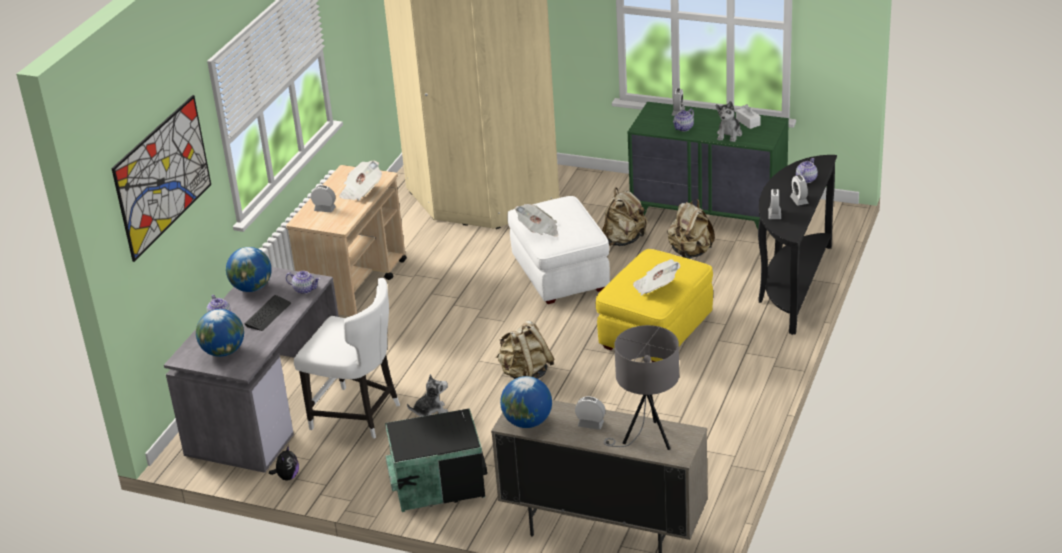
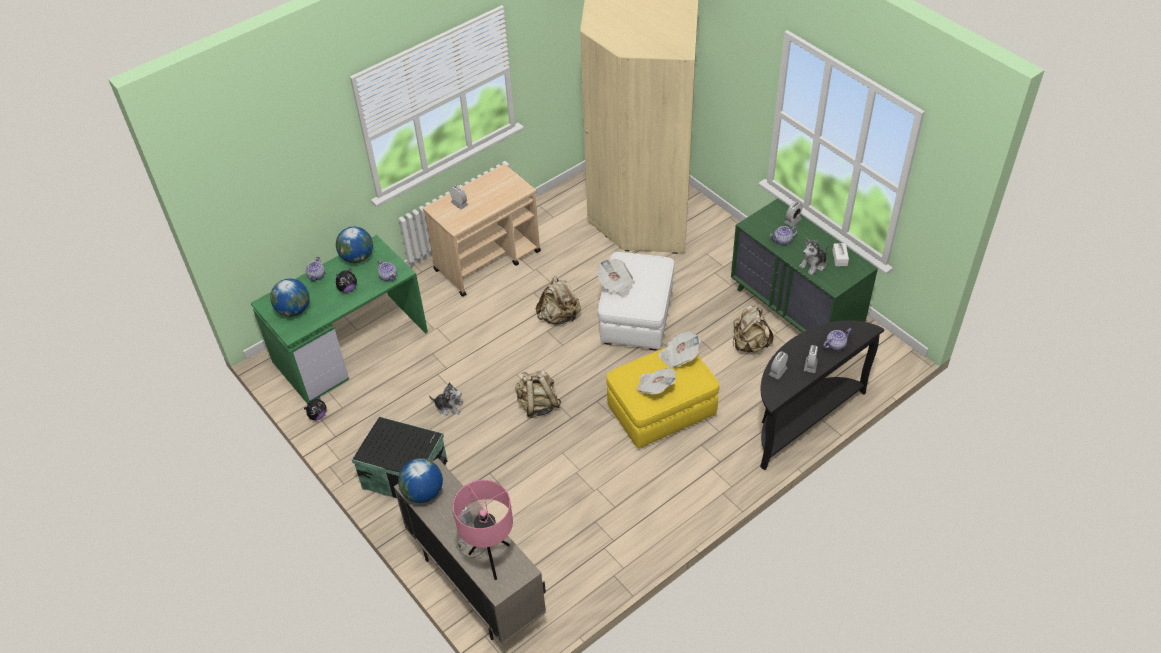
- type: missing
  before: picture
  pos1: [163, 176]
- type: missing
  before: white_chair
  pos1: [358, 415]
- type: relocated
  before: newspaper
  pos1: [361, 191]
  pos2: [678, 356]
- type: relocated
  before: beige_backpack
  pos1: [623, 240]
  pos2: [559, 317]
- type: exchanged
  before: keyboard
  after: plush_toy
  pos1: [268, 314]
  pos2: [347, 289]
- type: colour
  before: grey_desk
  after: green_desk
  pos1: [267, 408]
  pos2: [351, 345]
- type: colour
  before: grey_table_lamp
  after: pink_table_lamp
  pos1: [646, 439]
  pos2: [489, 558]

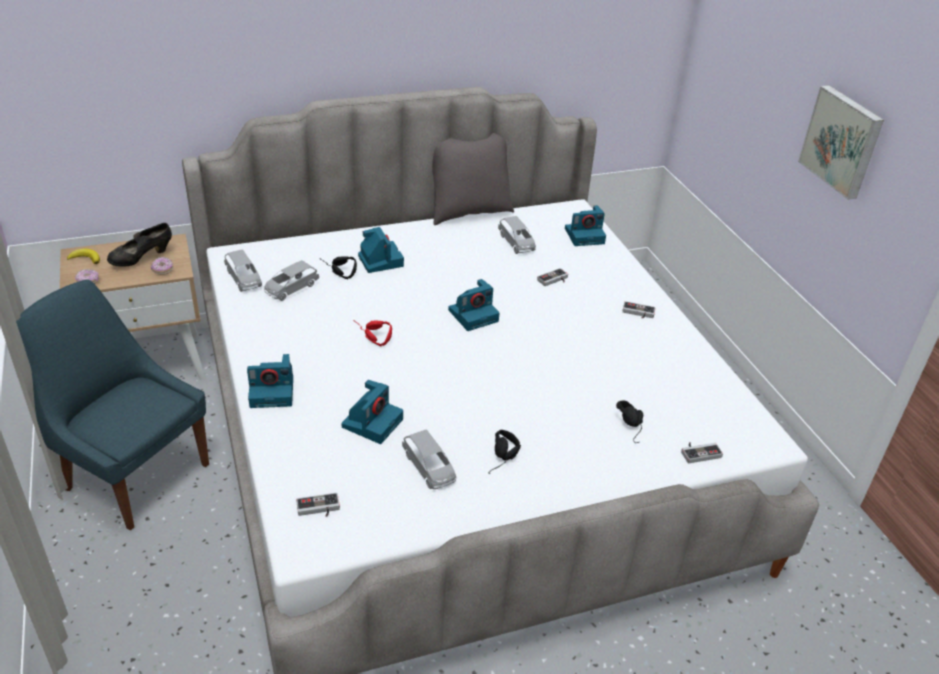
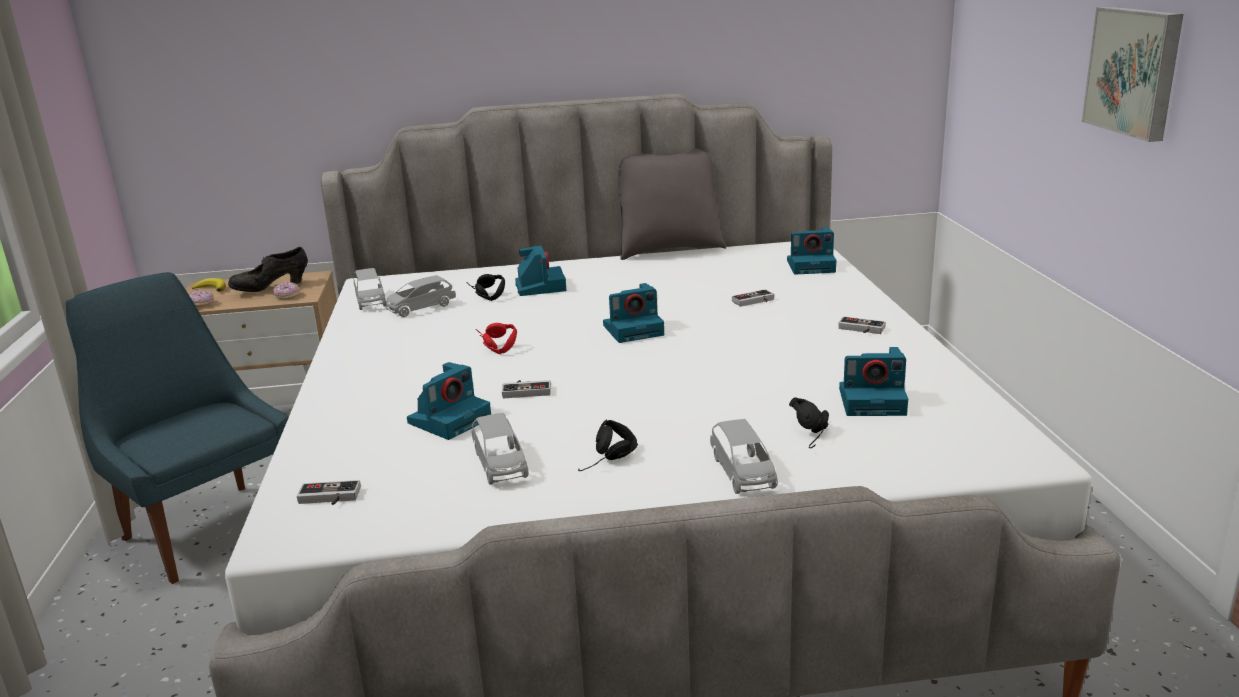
- type: relocated
  before: photo_camera
  pos1: [273, 391]
  pos2: [873, 401]
- type: relocated
  before: grey_toy_car
  pos1: [516, 243]
  pos2: [743, 473]
- type: relocated
  before: game_controller
  pos1: [699, 452]
  pos2: [527, 390]

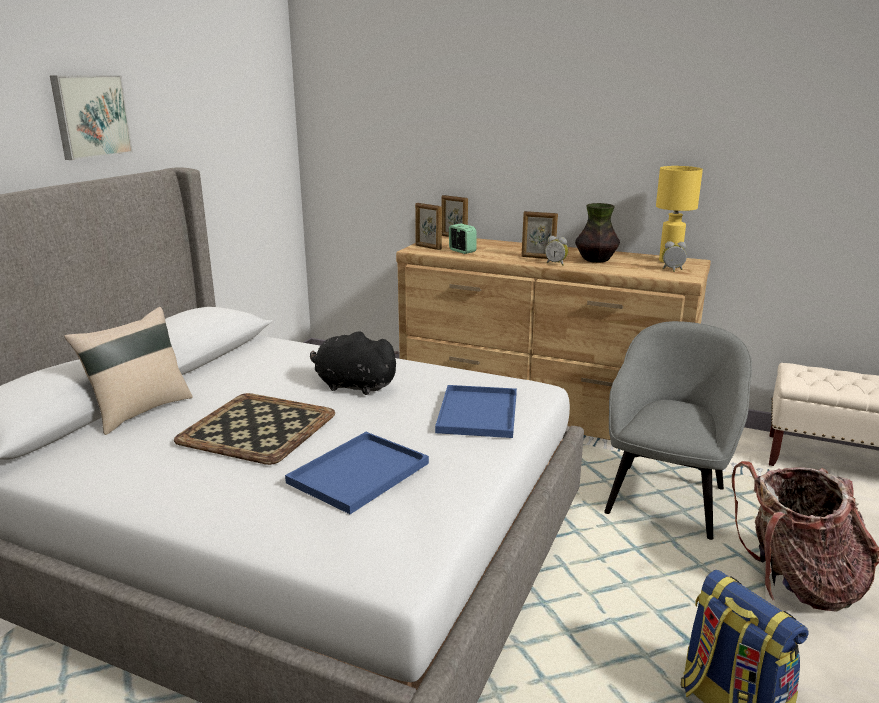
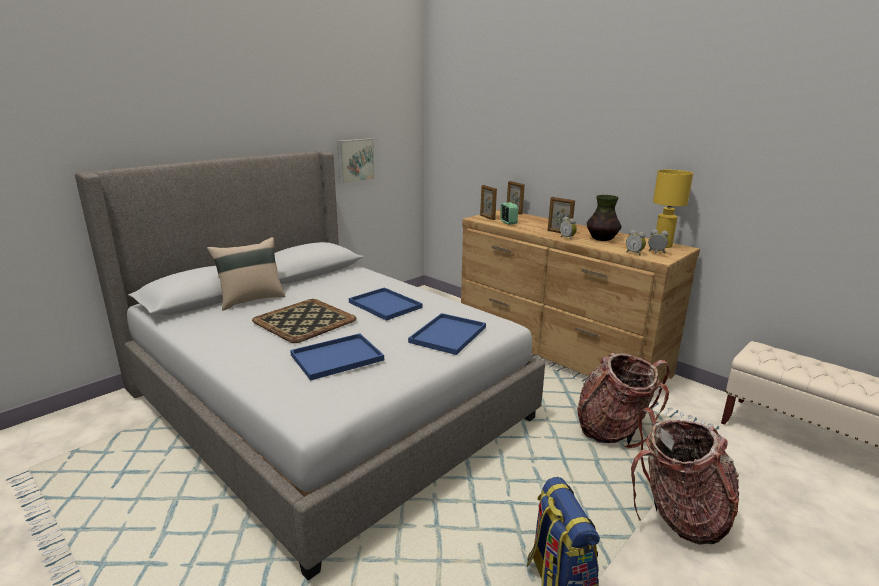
- type: appeared
  after: alarm_clock
  pos2: [634, 253]
- type: relocated
  before: picture
  pos1: [90, 116]
  pos2: [355, 160]
- type: exchanged
  before: black_plush_toy
  after: blue_tray
  pos1: [352, 386]
  pos2: [383, 304]
- type: exchanged
  before: grey_armchair
  after: backpack
  pos1: [666, 498]
  pos2: [613, 429]

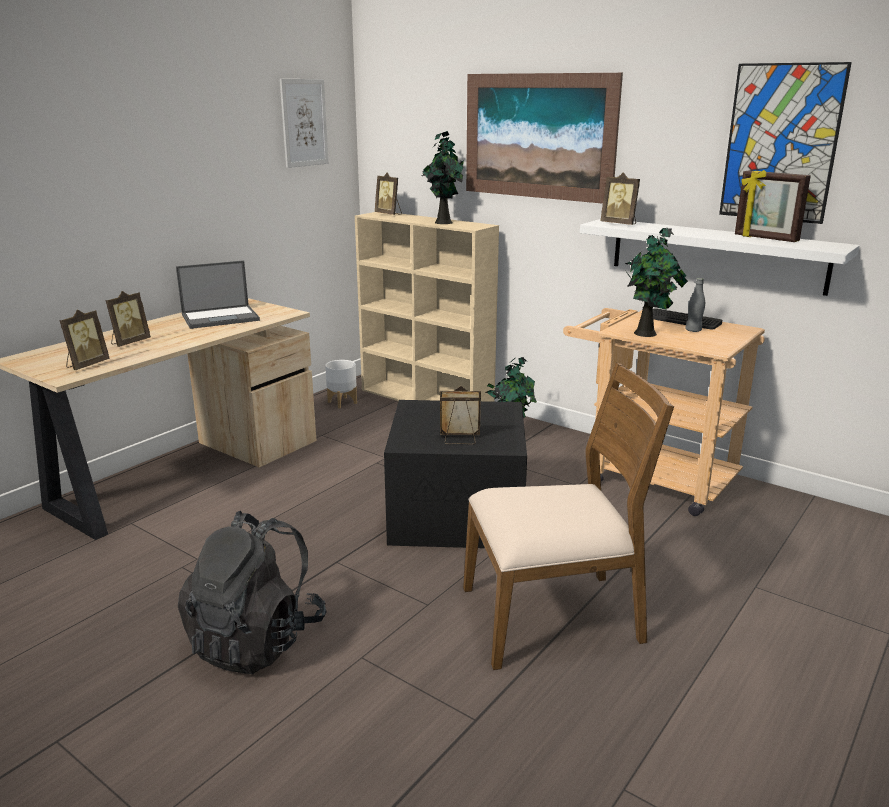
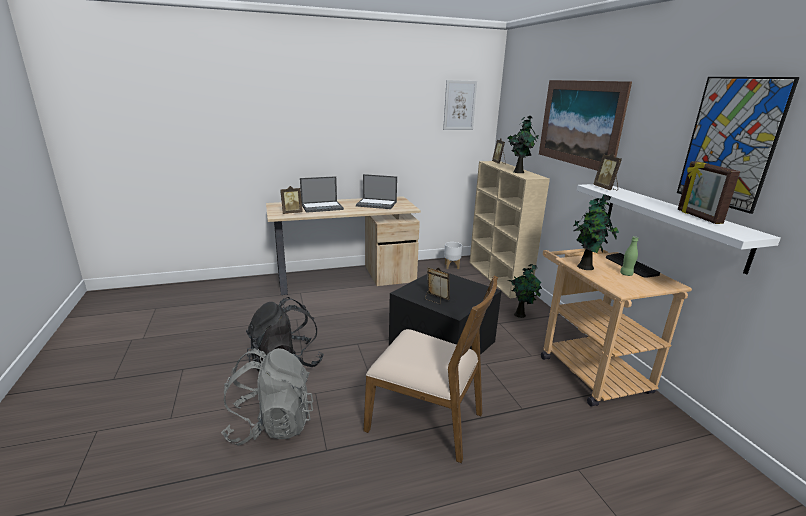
- type: appeared
  after: grey_backpack
  pos2: [271, 425]
- type: exchanged
  before: picture_frame
  after: laptop
  pos1: [129, 342]
  pos2: [322, 207]
- type: colour
  before: grey_bottle
  after: green_bottle
  pos1: [693, 330]
  pos2: [626, 274]

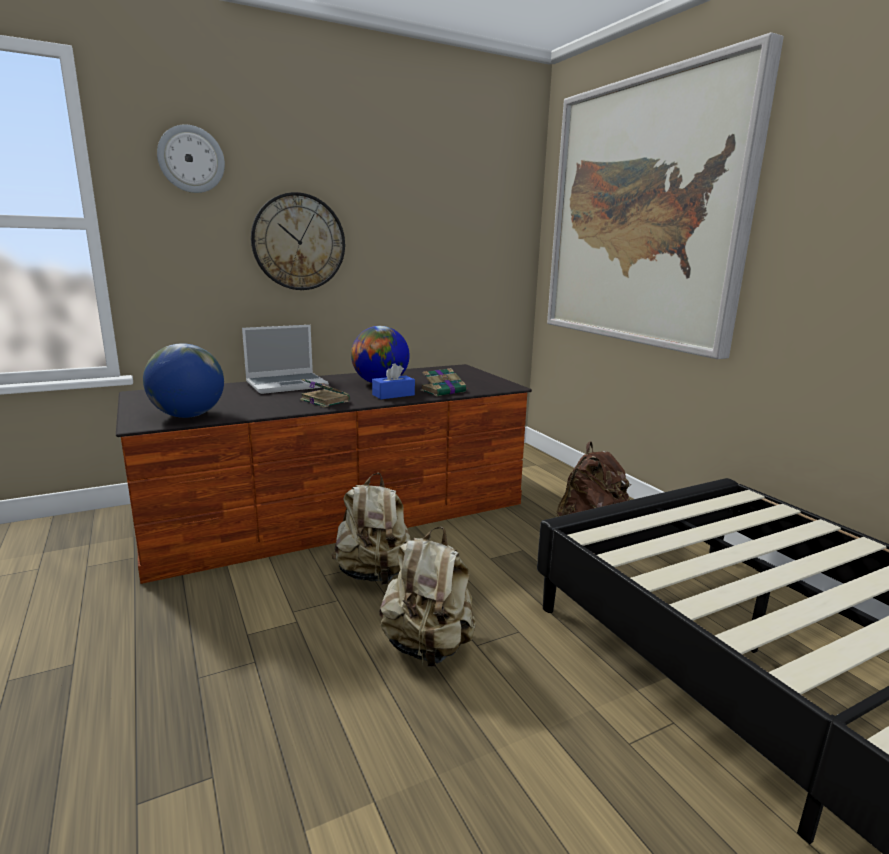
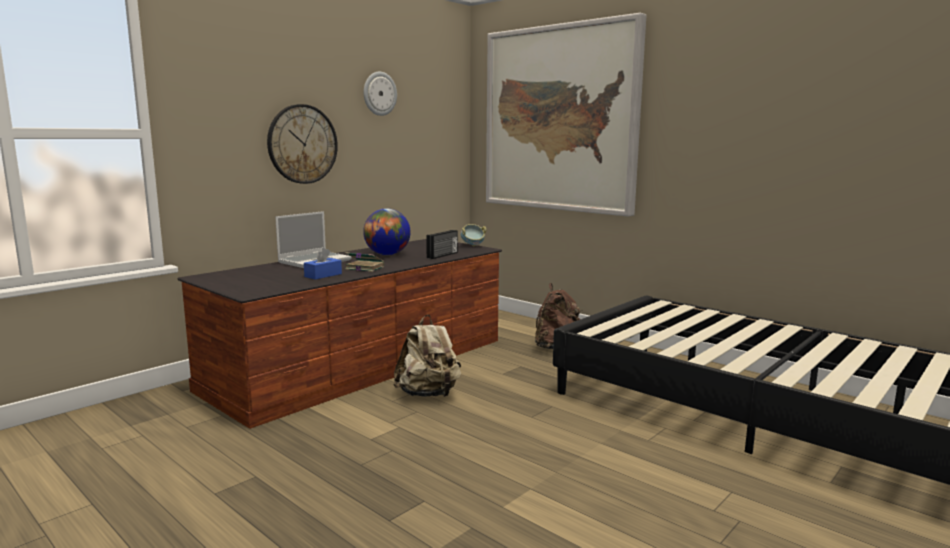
- type: missing
  before: globe
  pos1: [188, 416]
- type: missing
  before: beige_backpack
  pos1: [428, 647]
- type: appeared
  after: bowl
  pos2: [472, 246]
- type: relocated
  before: wall_clock
  pos1: [191, 159]
  pos2: [379, 93]
- type: relocated
  before: blue_tissue_box
  pos1: [393, 395]
  pos2: [323, 275]
- type: exchanged
  before: book
  after: radio
  pos1: [444, 391]
  pos2: [443, 255]

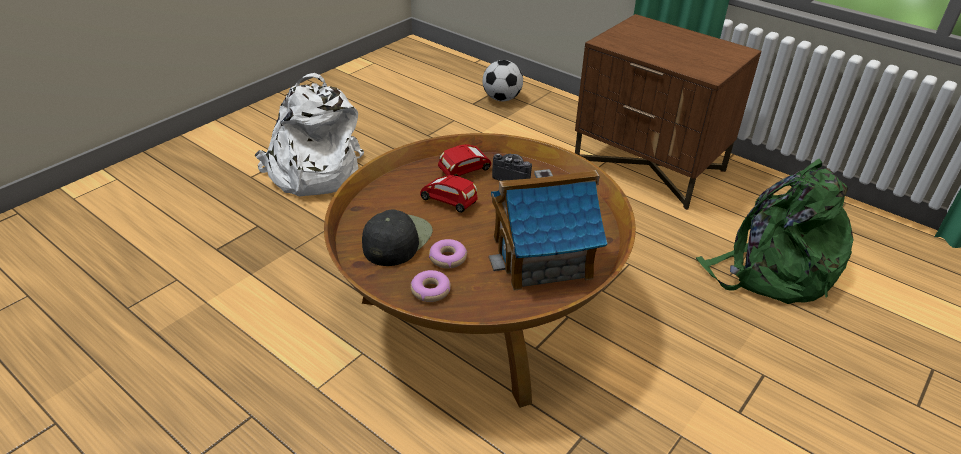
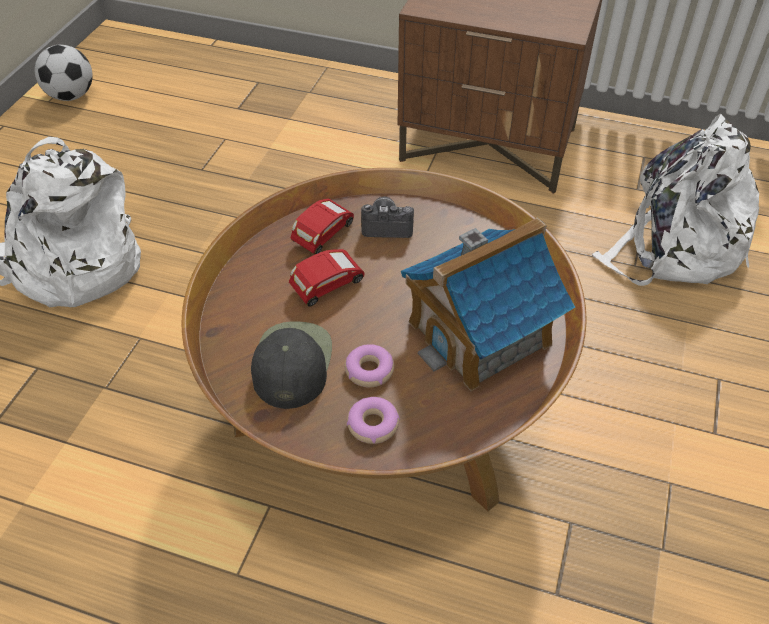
- type: relocated
  before: football
  pos1: [502, 98]
  pos2: [71, 96]
- type: colour
  before: green_backpack
  after: white_backpack
  pos1: [772, 270]
  pos2: [674, 246]
- type: spun
  before: red_toy_car
  pos1: [449, 202]
  pos2: [328, 287]
  turn: 135

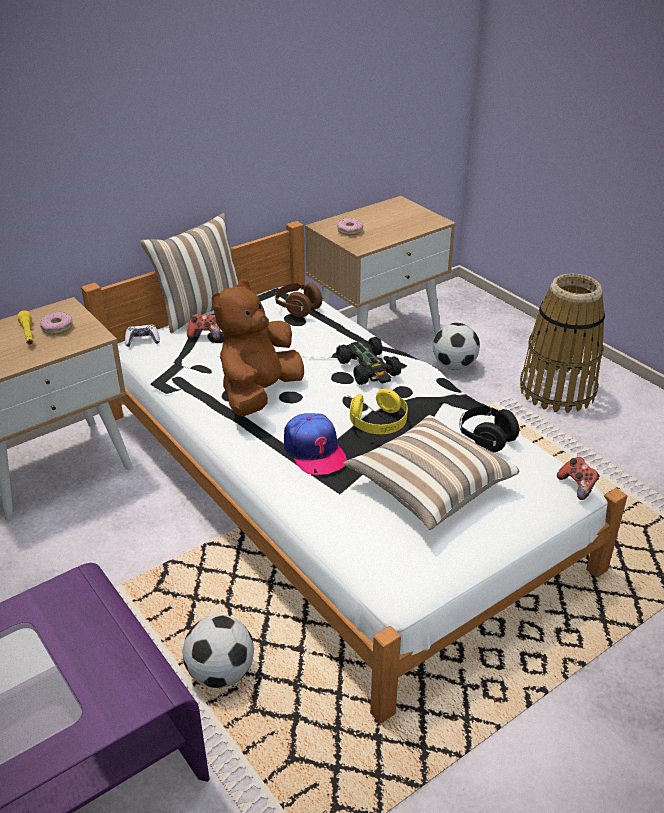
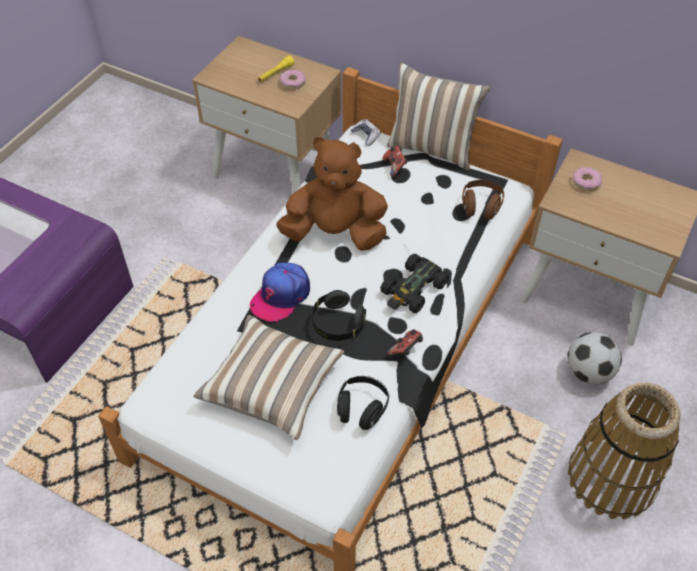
- type: missing
  before: football
  pos1: [221, 673]
- type: relocated
  before: game_controller
  pos1: [577, 486]
  pos2: [406, 350]
- type: colour
  before: yellow_headphones
  after: black_headphones
  pos1: [378, 423]
  pos2: [337, 324]

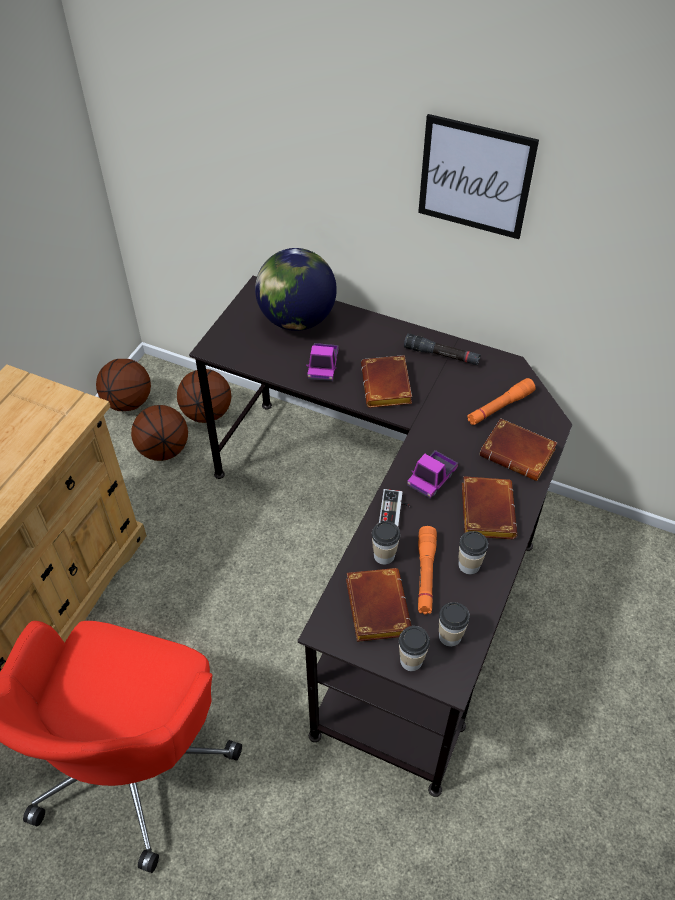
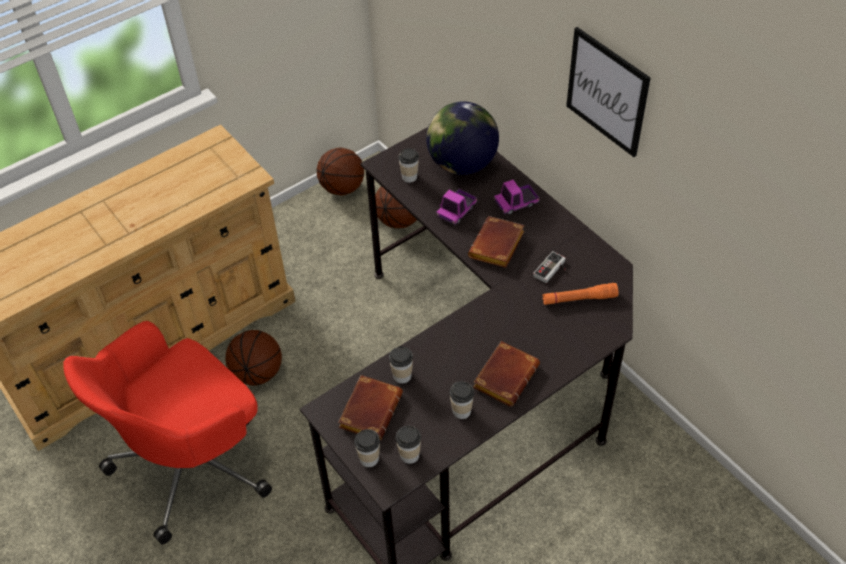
- type: missing
  before: black_flashlight
  pos1: [441, 355]
- type: missing
  before: orange_flashlight
  pos1: [425, 574]
- type: missing
  before: brown_book
  pos1: [519, 453]
- type: appeared
  after: cup
  pos2: [409, 177]
- type: relocated
  before: basketball
  pos1: [163, 450]
  pos2: [257, 372]
- type: relocated
  before: game_controller
  pos1: [395, 512]
  pos2: [552, 270]
- type: relocated
  before: toy_truck
  pos1: [432, 478]
  pos2: [516, 203]

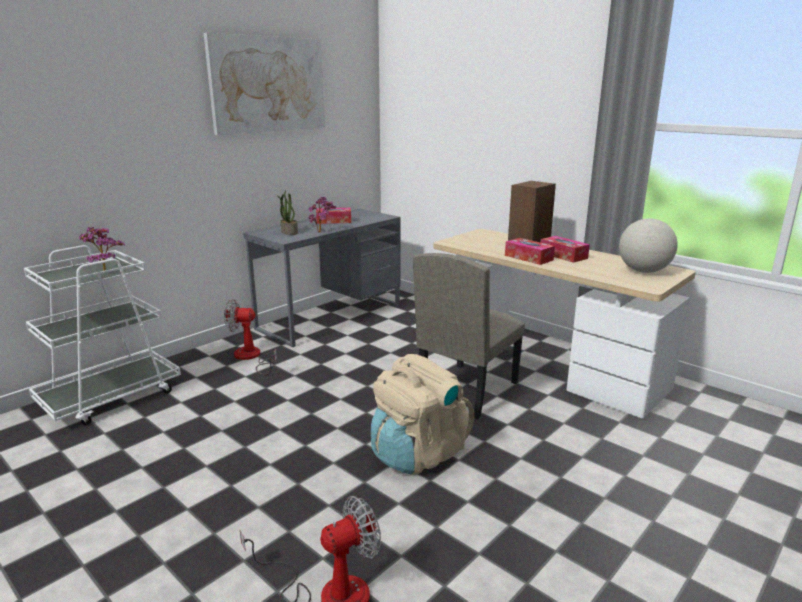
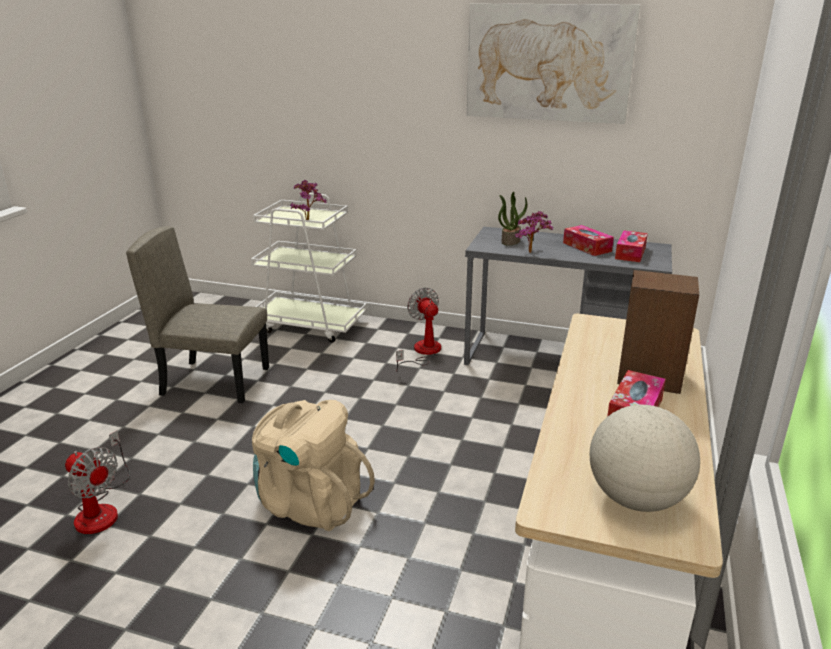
- type: relocated
  before: beige_chair
  pos1: [467, 390]
  pos2: [216, 381]
- type: relocated
  before: tissue_box
  pos1: [528, 258]
  pos2: [630, 253]

